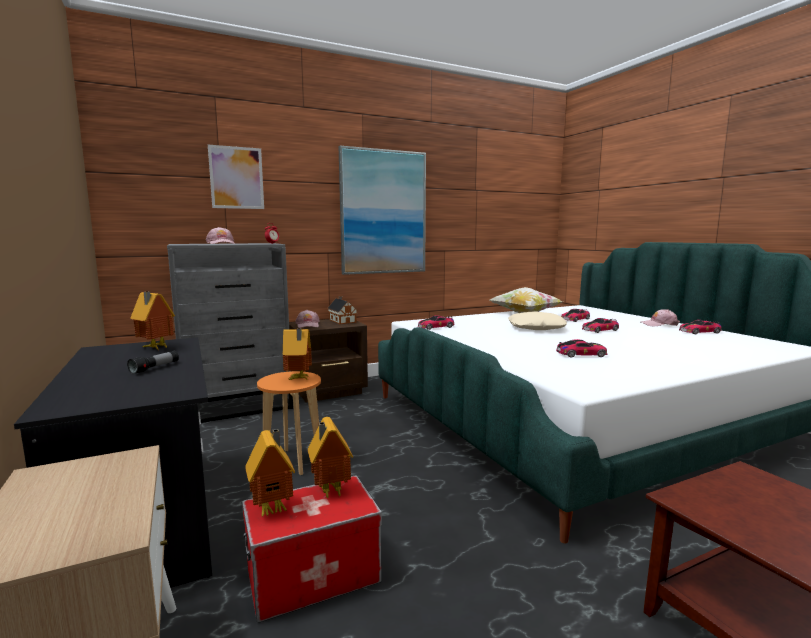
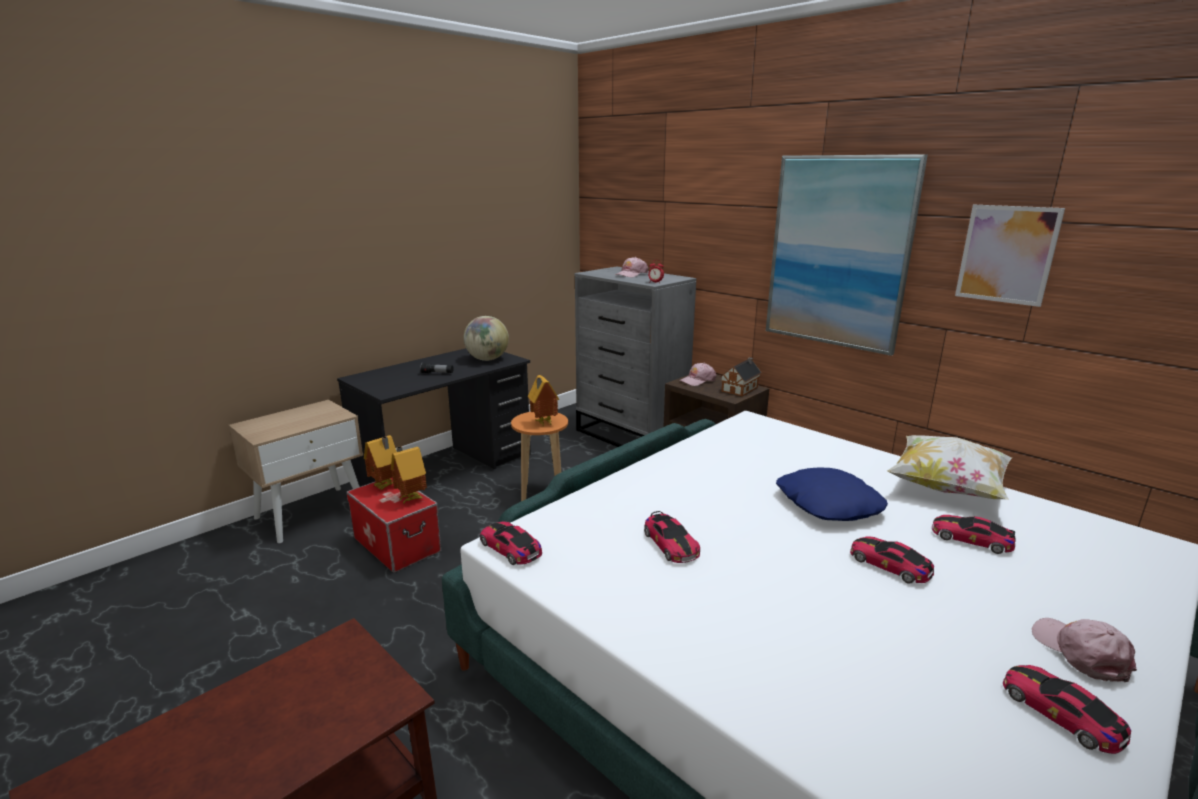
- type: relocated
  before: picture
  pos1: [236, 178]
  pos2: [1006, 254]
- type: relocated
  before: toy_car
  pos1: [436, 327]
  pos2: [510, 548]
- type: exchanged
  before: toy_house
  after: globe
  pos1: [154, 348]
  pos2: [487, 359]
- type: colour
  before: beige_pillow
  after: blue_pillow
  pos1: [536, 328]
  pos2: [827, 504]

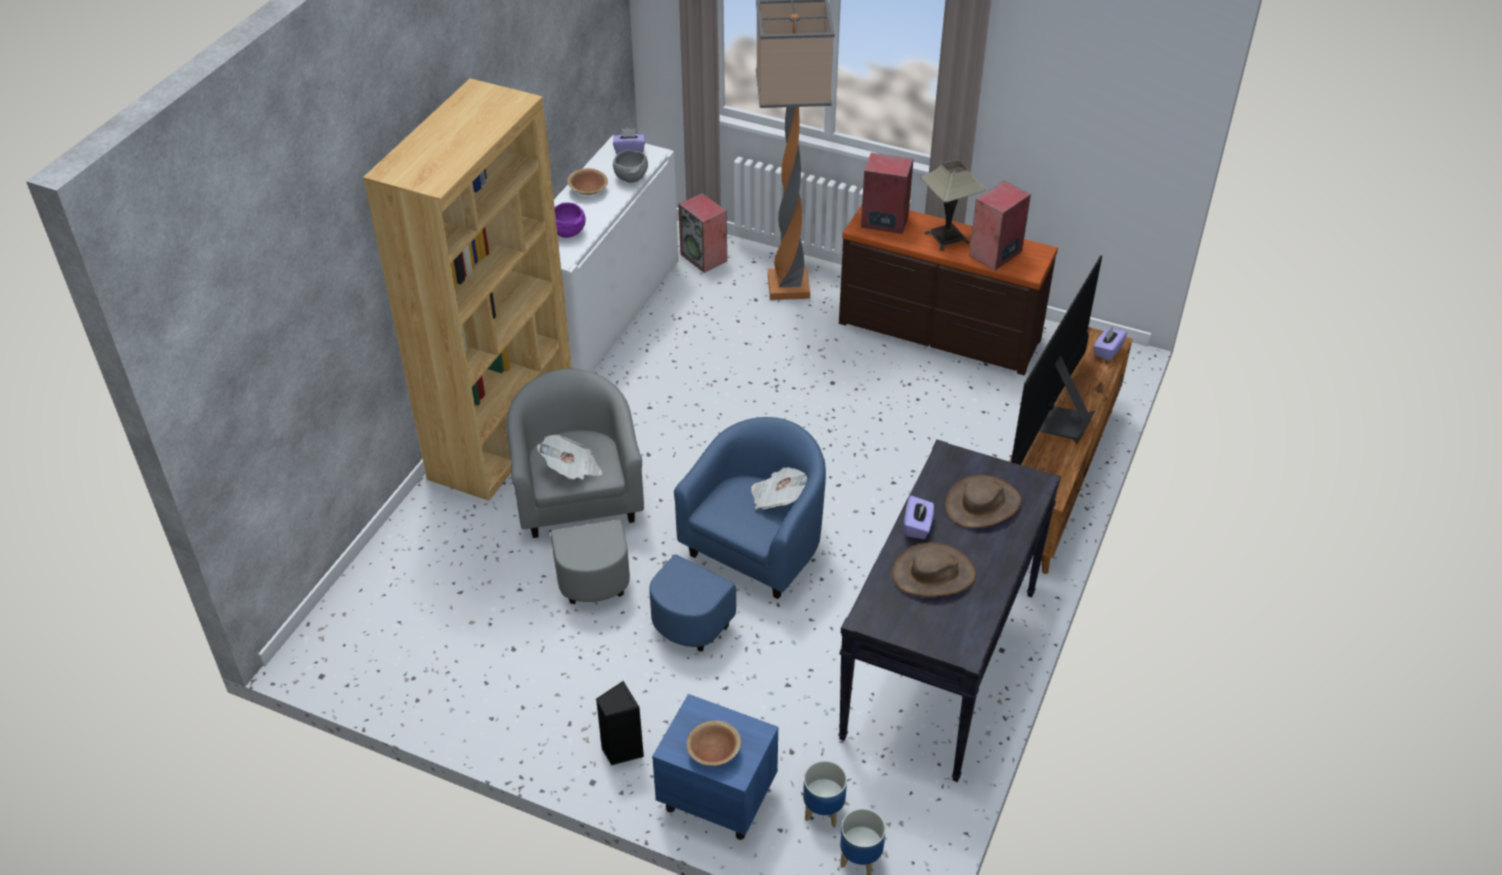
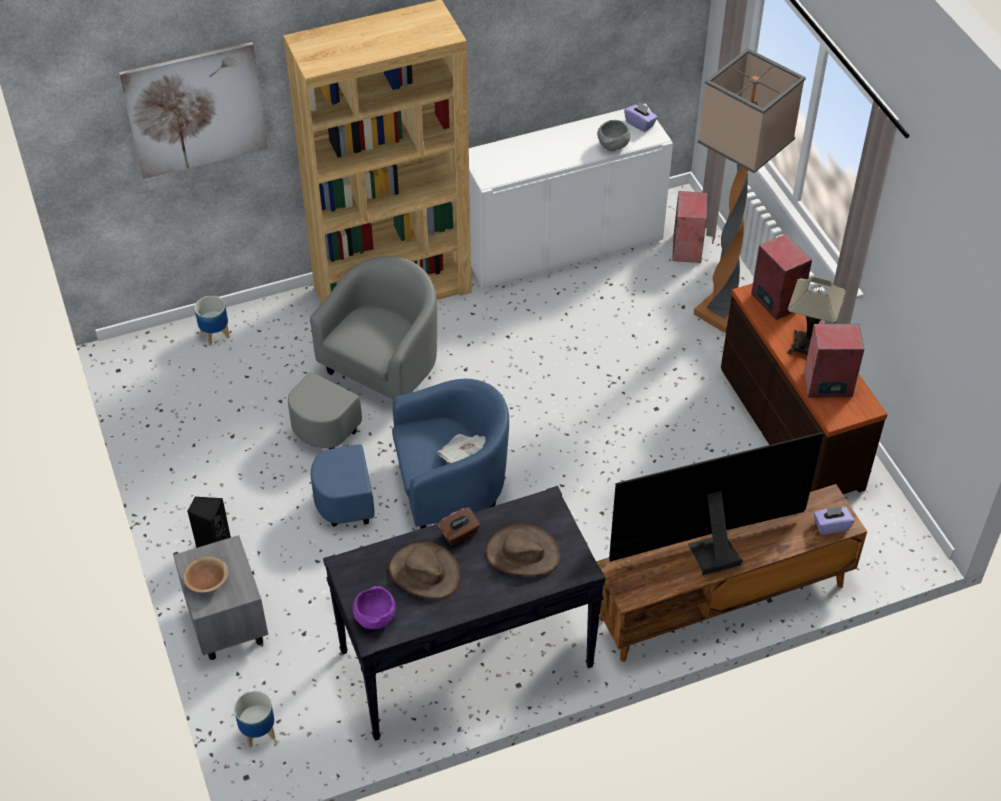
- type: missing
  before: newspaper
  pos1: [572, 470]
- type: missing
  before: brown_bowl
  pos1: [588, 190]
- type: appeared
  after: picture
  pos2: [195, 110]
- type: relocated
  before: purple_bowl
  pos1: [567, 232]
  pos2: [375, 618]
- type: relocated
  before: planter
  pos1: [822, 810]
  pos2: [215, 334]
- type: colour
  before: blue_nightstand
  after: grey_nightstand
  pos1: [716, 798]
  pos2: [227, 622]
- type: colour
  before: purple_tissue_box
  after: brown_tissue_box
  pos1: [917, 526]
  pos2: [459, 534]

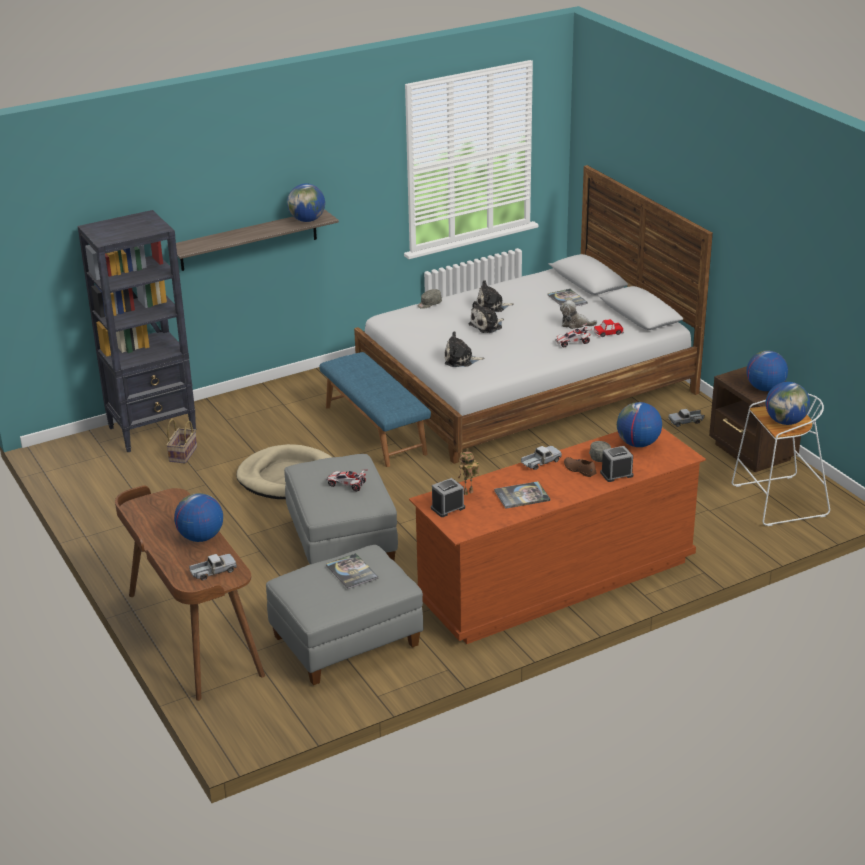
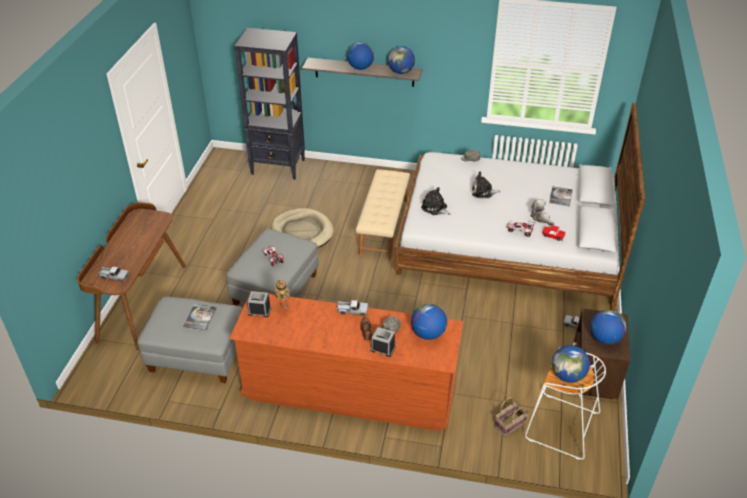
- type: missing
  before: plush_toy
  pos1: [492, 306]
- type: missing
  before: book
  pos1: [522, 496]
- type: relocated
  before: basket
  pos1: [182, 453]
  pos2: [510, 423]
- type: relocated
  before: globe
  pos1: [200, 537]
  pos2: [360, 68]
- type: colour
  before: blue_bench
  after: beige_bench
  pos1: [376, 430]
  pos2: [384, 227]

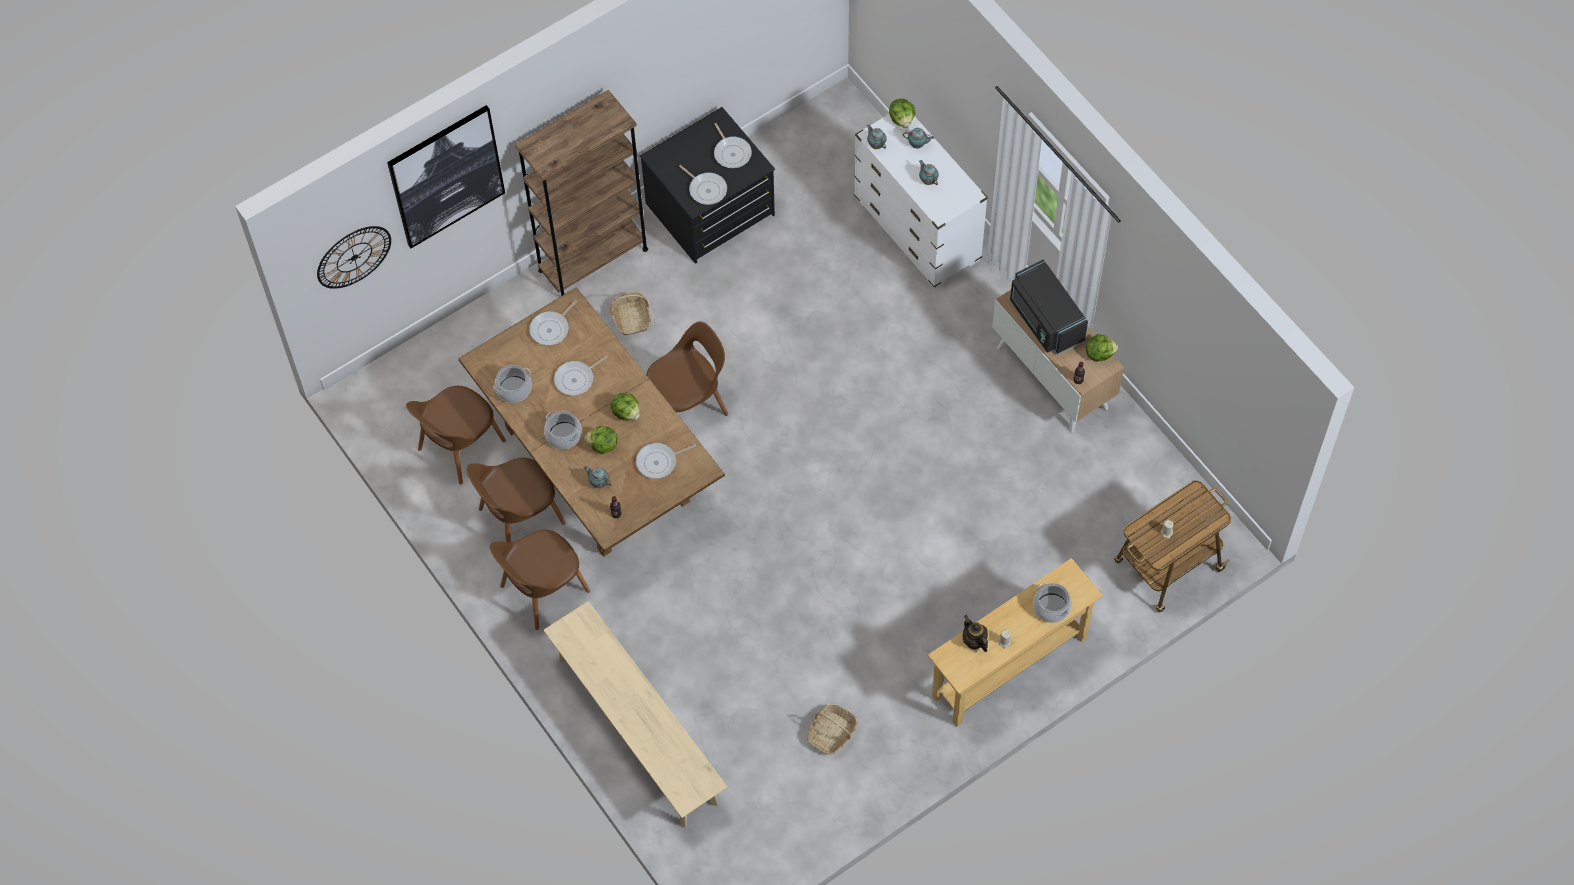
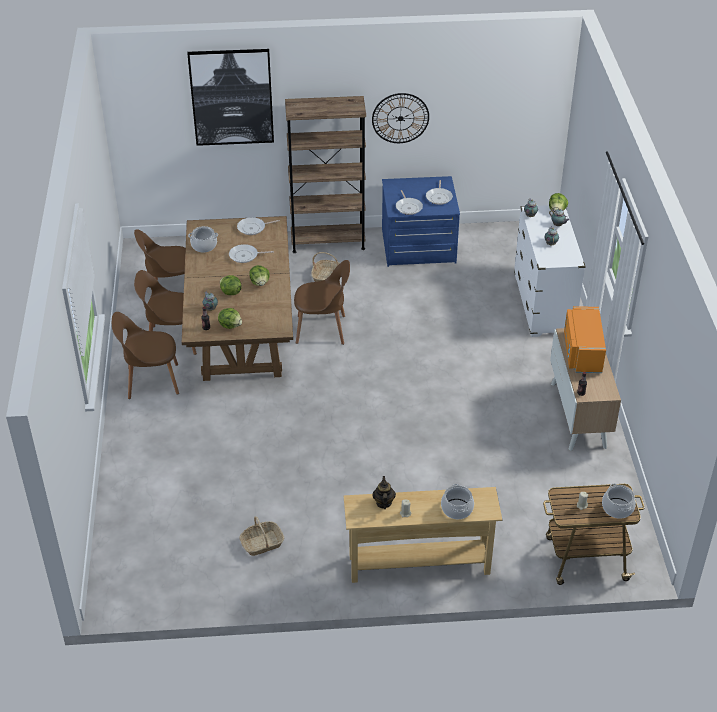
- type: missing
  before: beige_bench
  pos1: [637, 730]
- type: missing
  before: frying_pan
  pos1: [659, 462]
- type: relocated
  before: wall_clock
  pos1: [354, 257]
  pos2: [400, 118]
- type: relocated
  before: cooking_pot
  pos1: [564, 435]
  pos2: [617, 508]
- type: relocated
  before: lettuce
  pos1: [1099, 353]
  pos2: [230, 325]
- type: colour
  before: black_dresser
  after: blue_dresser
  pos1: [711, 210]
  pos2: [418, 247]
- type: colour
  before: black_microwave
  after: orange_microwave
  pos1: [1044, 320]
  pos2: [581, 352]

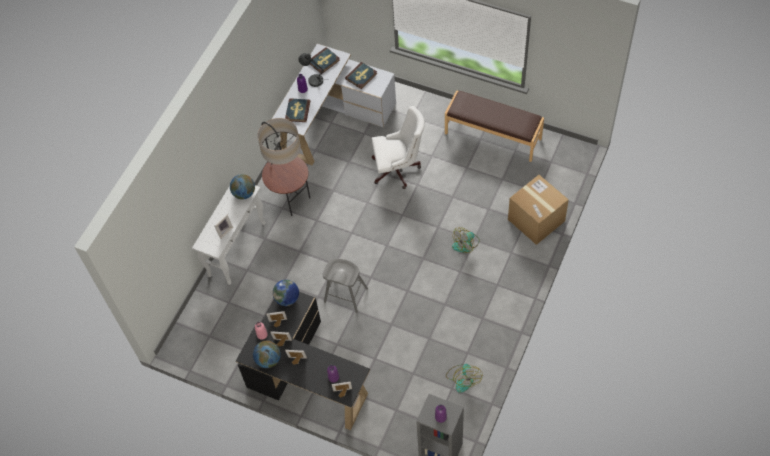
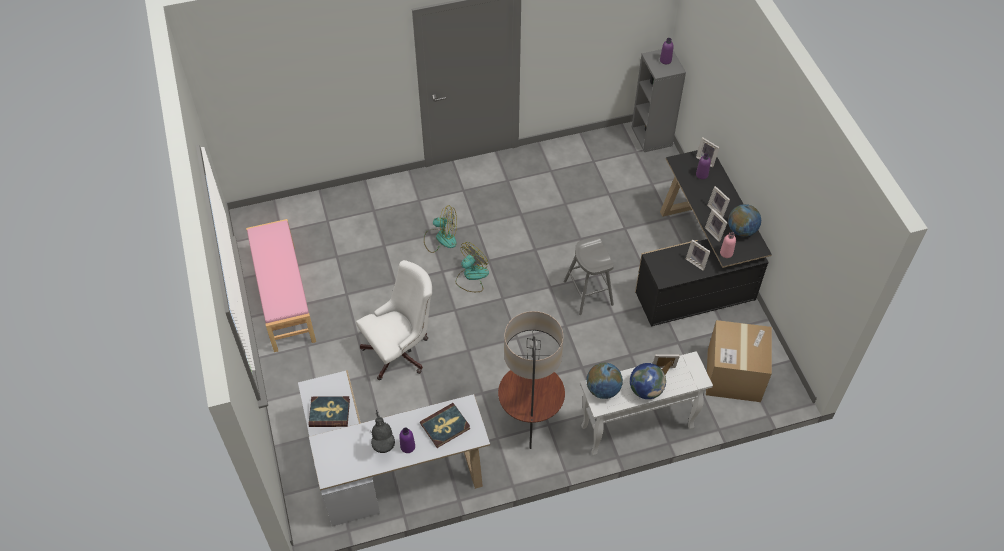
- type: missing
  before: book
  pos1: [324, 61]
- type: relocated
  before: globe
  pos1: [287, 299]
  pos2: [645, 390]
- type: relocated
  before: fan
  pos1: [463, 378]
  pos2: [471, 276]
- type: relocated
  before: cardboard_box
  pos1: [536, 220]
  pos2: [733, 375]
- type: colour
  before: brown_bench
  after: pink_bench
  pos1: [493, 135]
  pos2: [283, 297]
- type: spun
  before: white_office_chair
  pos1: [398, 169]
  pos2: [401, 351]
  turn: 105

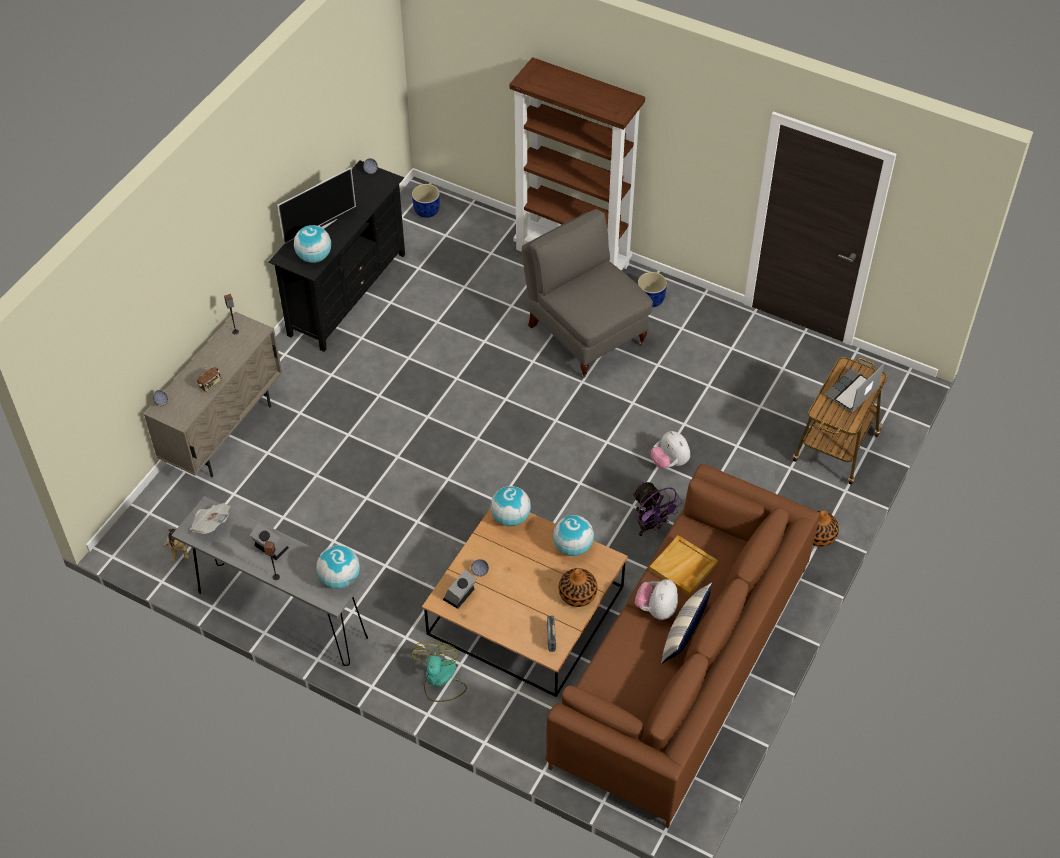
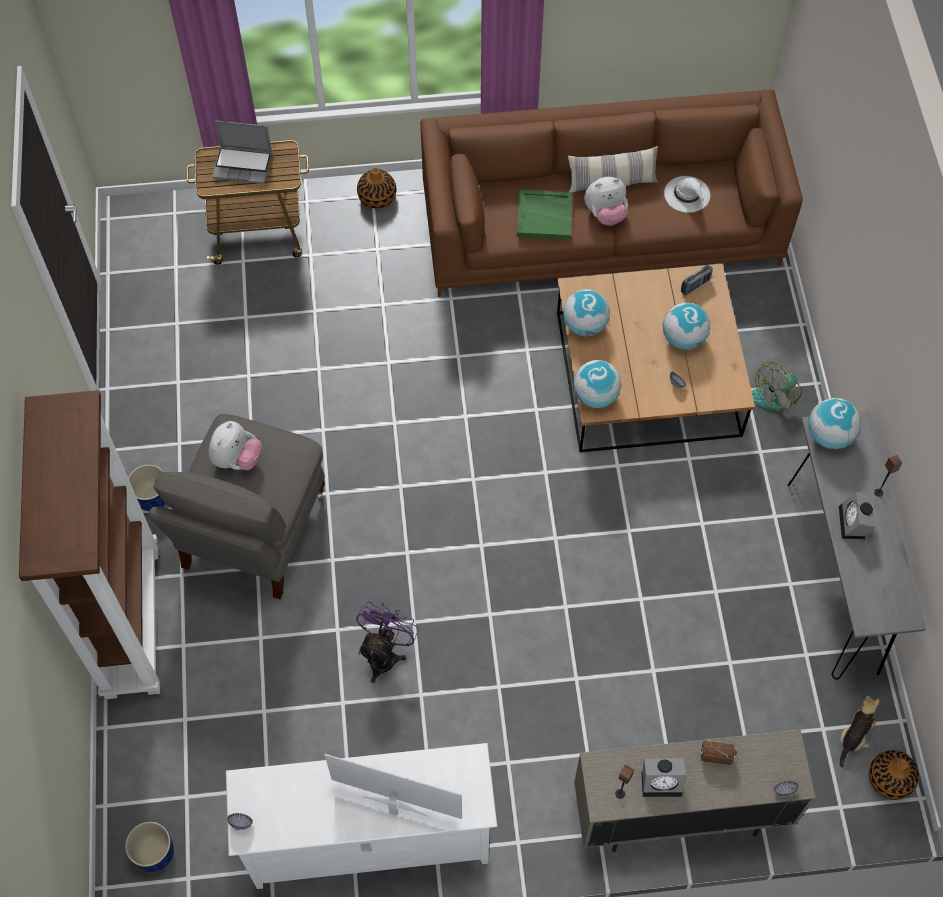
- type: missing
  before: newspaper
  pos1: [211, 524]
- type: appeared
  after: white_hat
  pos2: [687, 194]
- type: relocated
  before: globe
  pos1: [314, 257]
  pos2: [683, 338]
- type: relocated
  before: alarm_clock
  pos1: [459, 596]
  pos2: [662, 781]
- type: relocated
  before: vase
  pos1: [577, 594]
  pos2: [889, 779]
- type: relocated
  before: purple_fan
  pos1: [651, 526]
  pos2: [385, 654]
- type: relocated
  before: plush_toy
  pos1: [669, 462]
  pos2: [237, 459]
- type: colour
  before: black_tv_stand
  after: white_tv_stand
  pos1: [347, 294]
  pos2: [369, 844]
- type: colour
  before: beige_tray
  after: green_tray
  pos1: [683, 567]
  pos2: [545, 216]

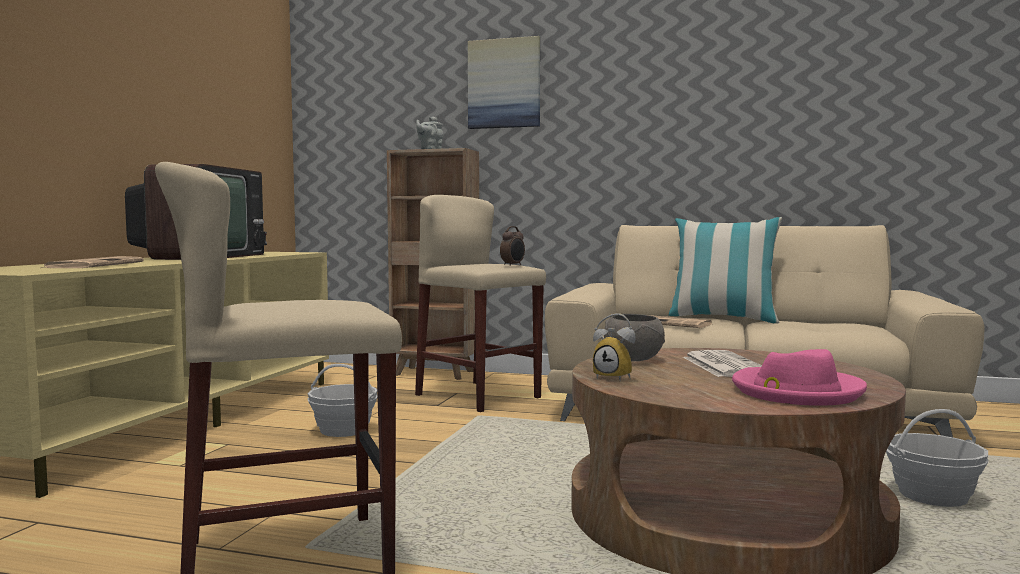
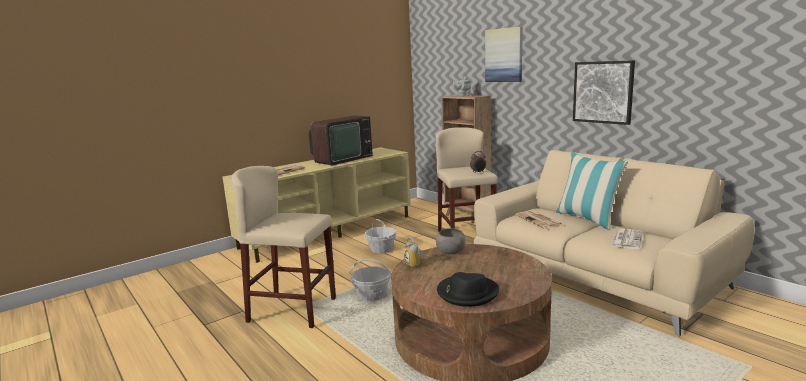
- type: appeared
  after: picture
  pos2: [603, 92]
- type: relocated
  before: newspaper
  pos1: [723, 365]
  pos2: [626, 239]
- type: relocated
  before: basket
  pos1: [932, 496]
  pos2: [371, 295]
- type: colour
  before: pink_hat
  after: black_hat
  pos1: [796, 392]
  pos2: [467, 293]

